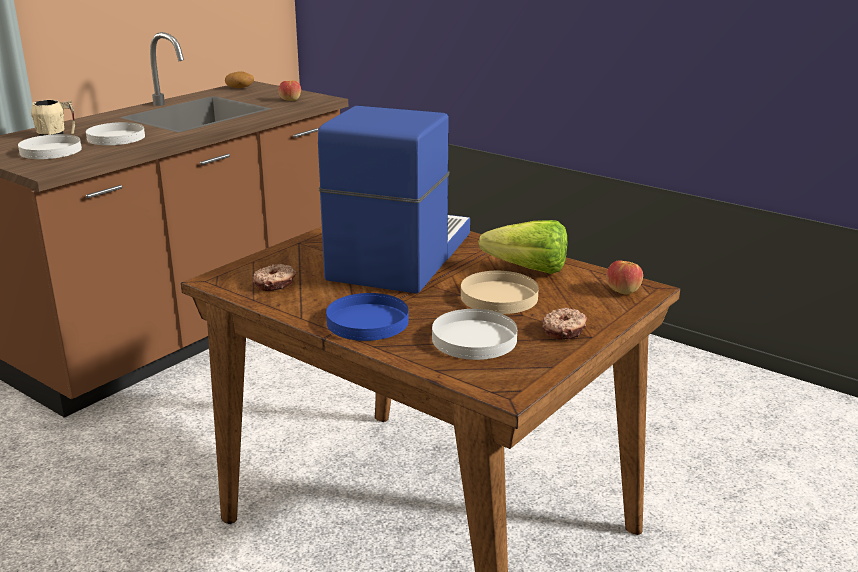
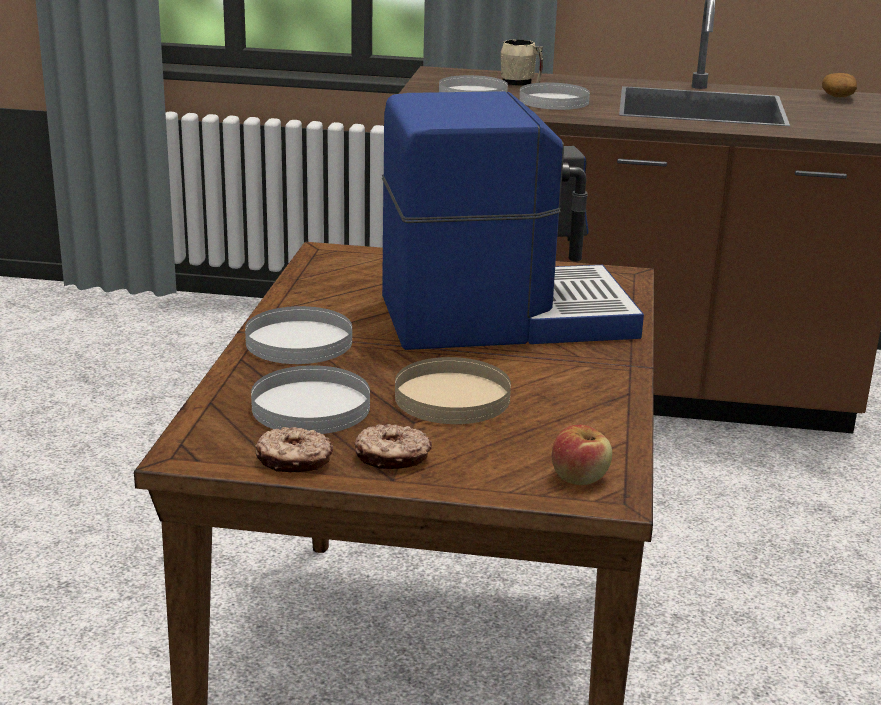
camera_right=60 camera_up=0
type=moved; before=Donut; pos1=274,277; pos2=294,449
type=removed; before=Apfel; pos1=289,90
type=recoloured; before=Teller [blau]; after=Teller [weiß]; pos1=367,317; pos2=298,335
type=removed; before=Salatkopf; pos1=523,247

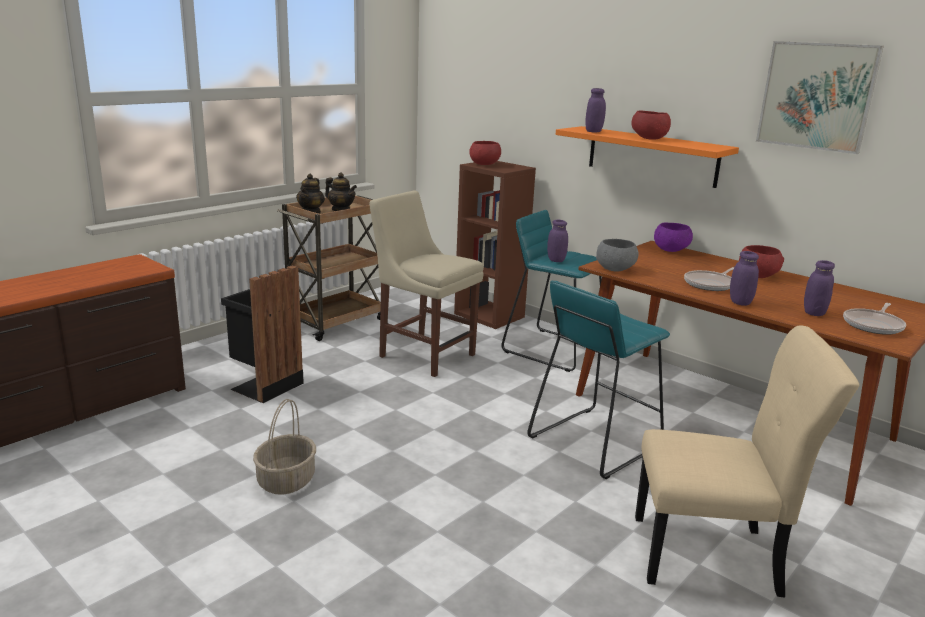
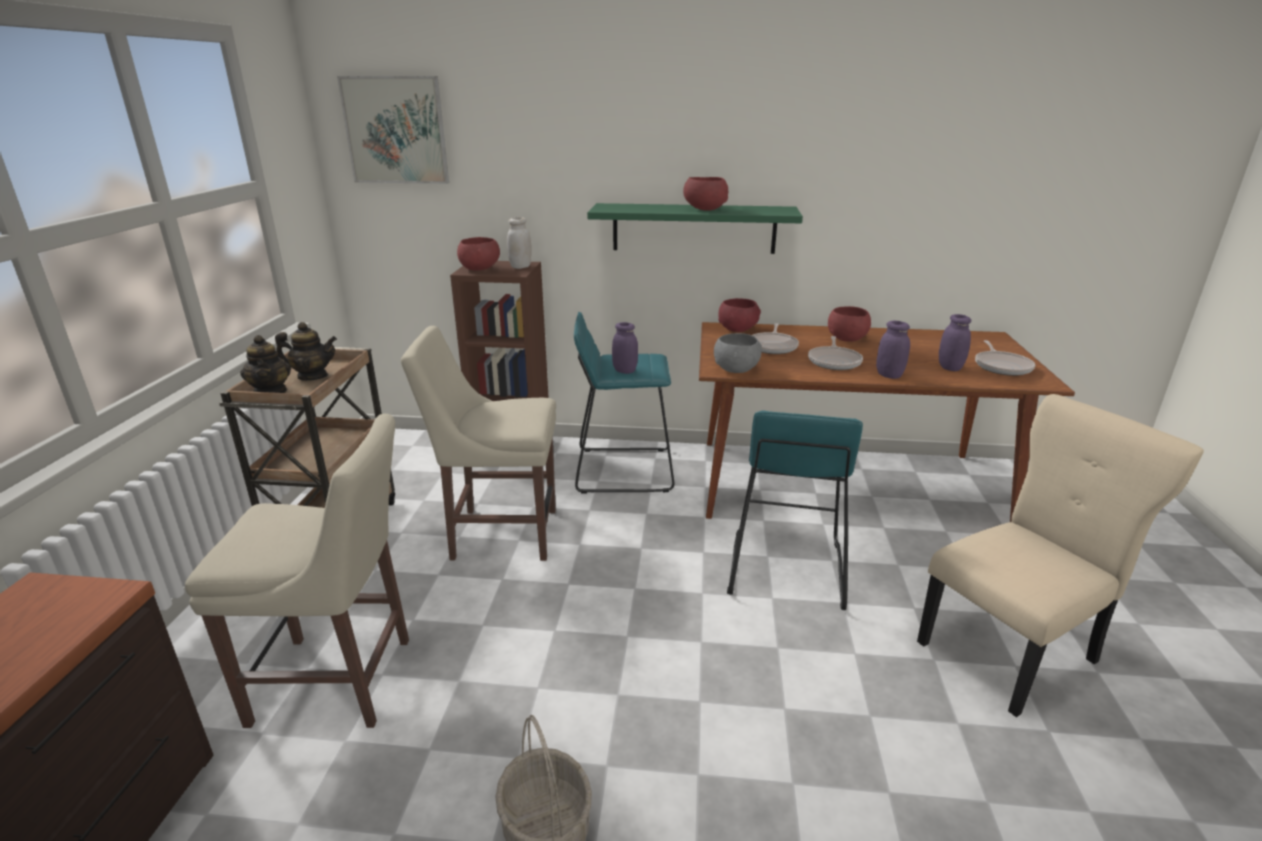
camera_right=-35 camera_up=5
type=replaced; before=Mülleimer [schwarz]; after=Stuhl [beige]; pos1=262,334; pos2=297,571
type=recoloured; before=Wandregal [orange]; after=Wandregal [grün]; pos1=647,157; pos2=695,228
type=removed; before=Vorratsglas [lila]; pos1=596,110
type=recoloured; before=Schüssel [lila]; after=Schüssel [rot]; pos1=673,237; pos2=739,315
type=moved; before=Bild; pos1=820,97; pos2=393,130
type=added; after=Vorratsglas [weiß]; pos2=519,243
type=added; after=Pfanne; pos2=775,338

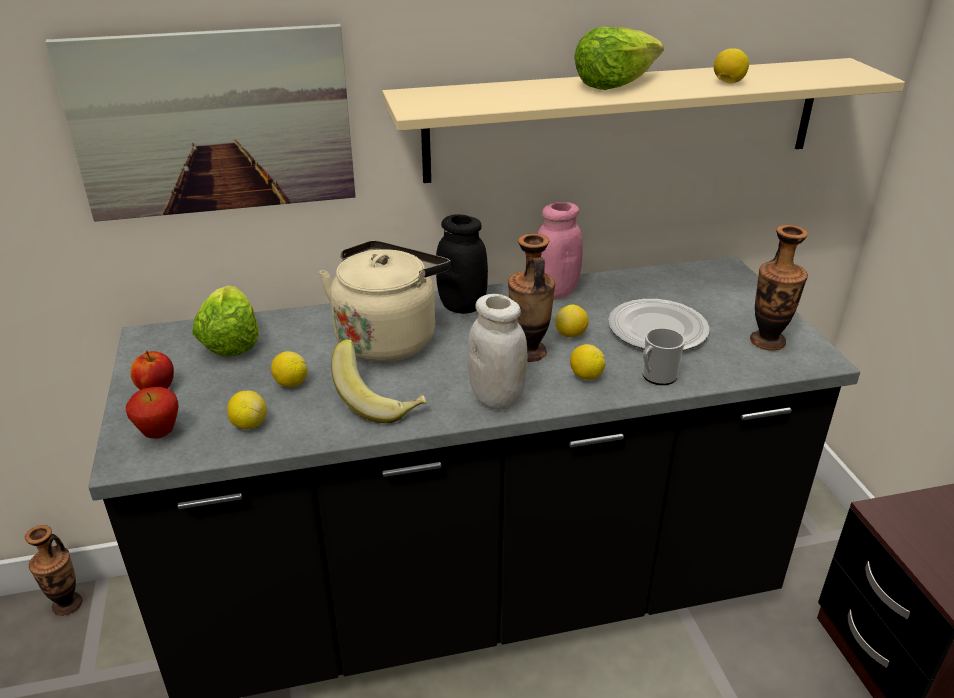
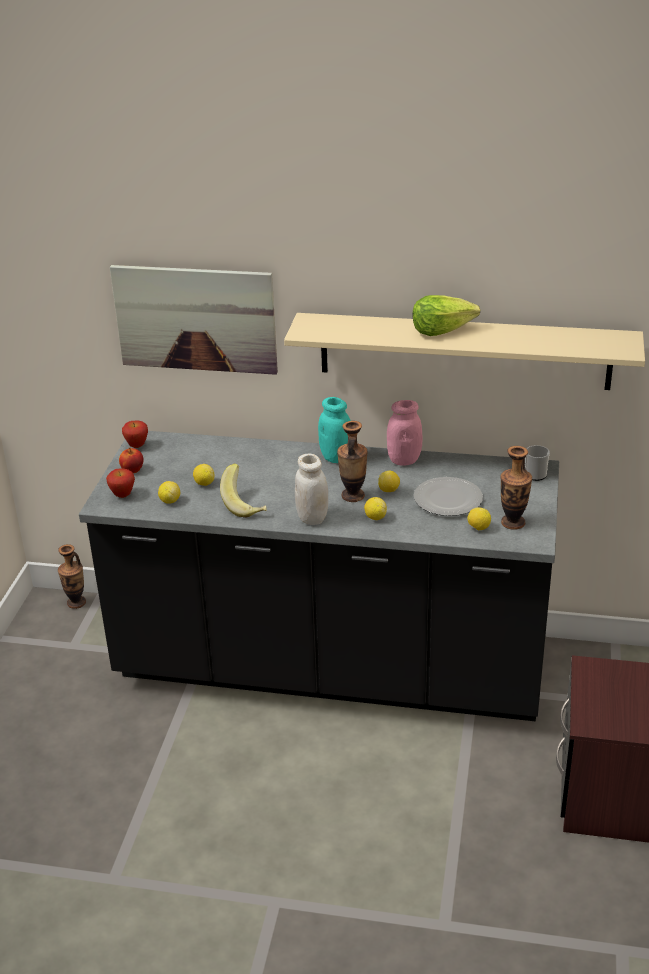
camera_right=25 camera_up=0
type=removed; before=Salatkopf; pos1=225,321
type=removed; before=Wasserkessel [beige]; pos1=385,301
type=recoloured; before=Vorratsglas [schwarz]; after=Vorratsglas [türkis]; pos1=462,264; pos2=334,430
type=moved; before=Henkelbecher; pos1=663,356; pos2=537,463
type=moved; before=Zitrone; pos1=731,66; pos2=479,518
type=added; after=Apfel; pos2=135,434

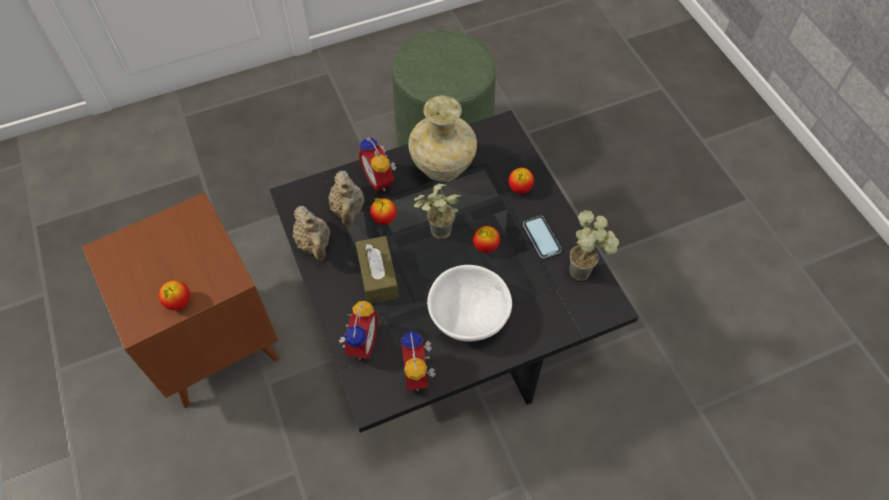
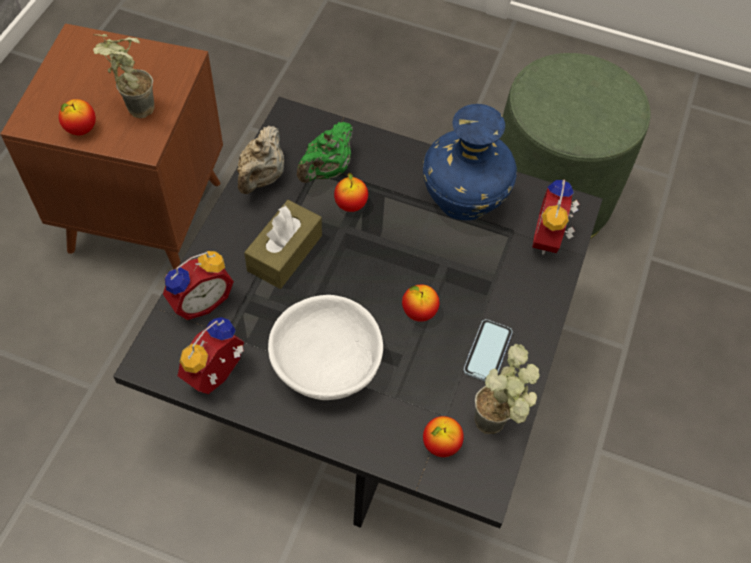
camera_right=40 camera_up=0
type=recoloured; before=Teekanne [beige]; after=Teekanne [grün]; pos1=346,198; pos2=325,152
type=moved; before=Wecker; pos1=377,164; pos2=556,217
type=recoloured; before=Vase [beige]; after=Vase [blau]; pos1=442,138; pos2=470,162
type=moved; before=Topfpflanze; pos1=437,211; pos2=123,76
type=moved; before=Apfel; pos1=521,181; pos2=443,436

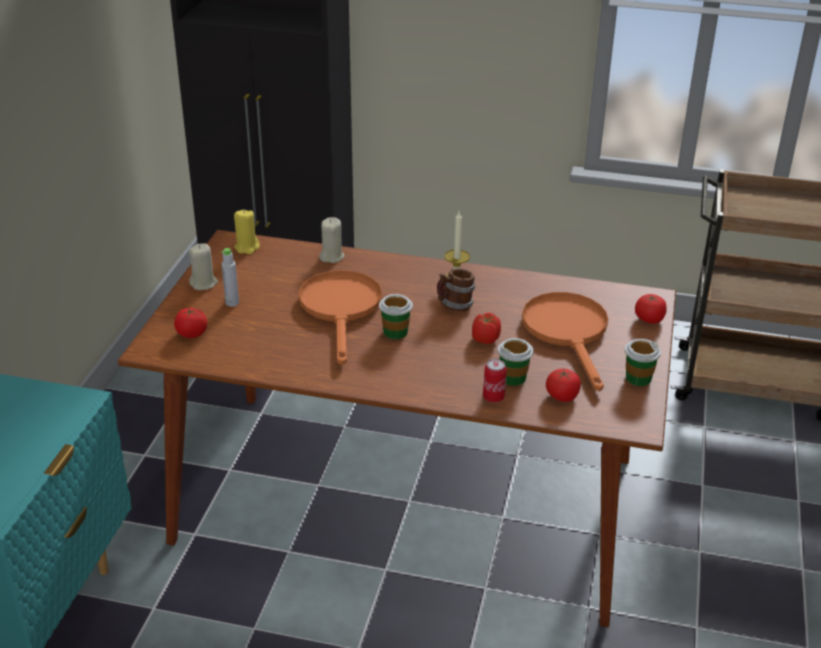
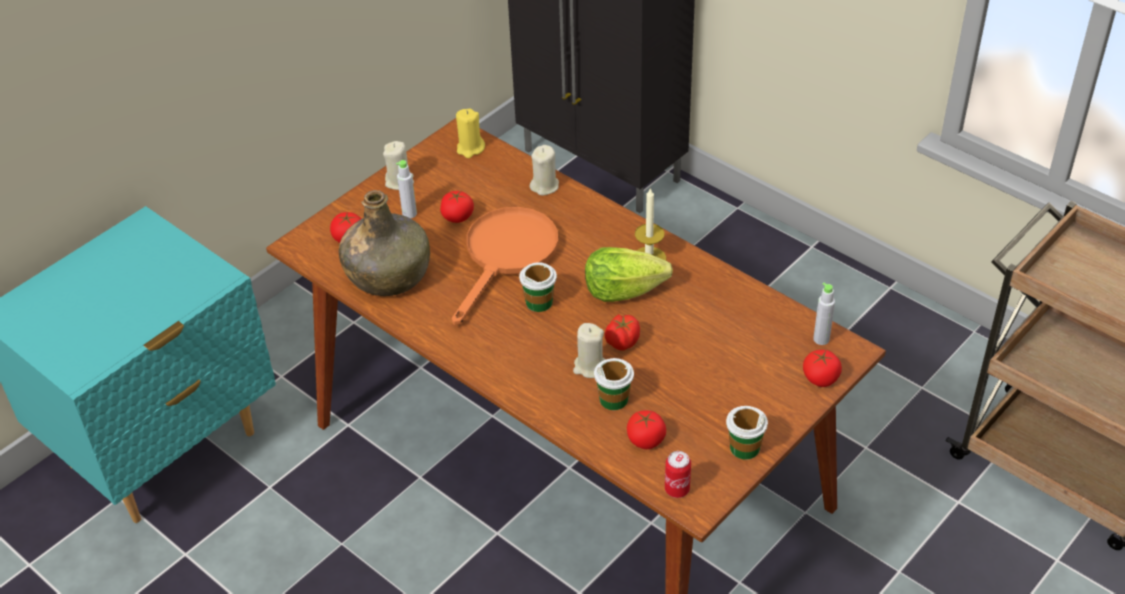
camera_right=30 camera_up=10
type=replaced; before=Henkelbecher; after=Salatkopf; pos1=456,290; pos2=629,274
type=moved; before=Dose; pos1=495,381; pos2=678,474
type=removed; before=Pfanne [orange]; pos1=565,341
type=added; after=Flasche [grün]; pos2=384,243
type=added; after=Tomate; pos2=457,207
type=added; after=Kerze [beige]; pos2=589,350
type=added; after=Flasche [grau]; pos2=824,313

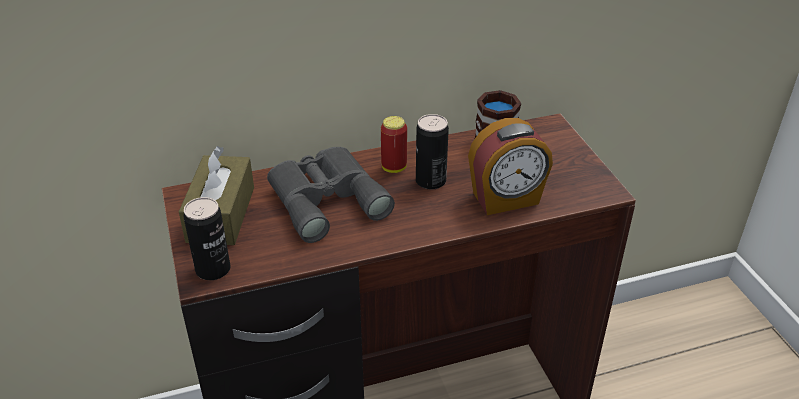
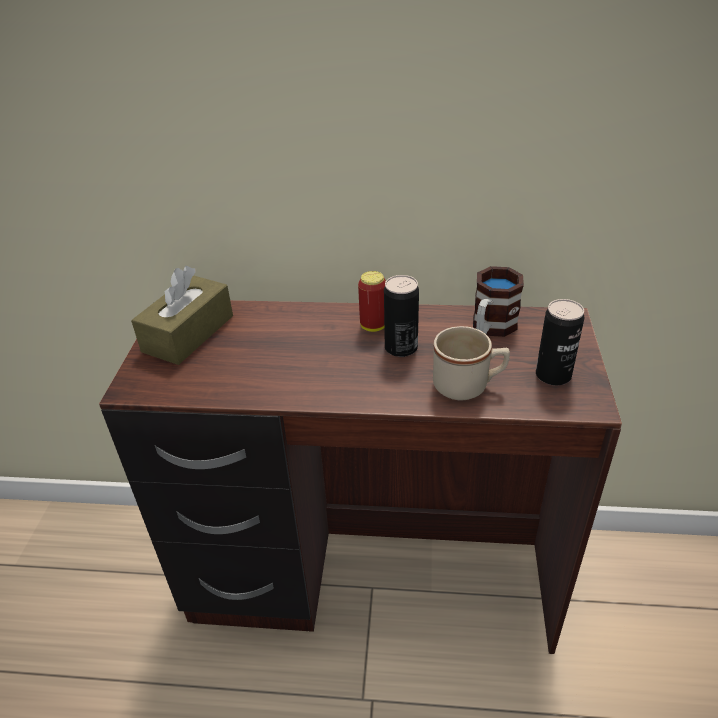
camera_right=25 camera_up=0
type=moved; before=Dose; pos1=207,238; pos2=560,342
type=removed; before=Fernglas [grau]; pos1=331,195
type=replaced; before=Wecker; after=Henkelbecher [beige]; pos1=510,166; pos2=471,363

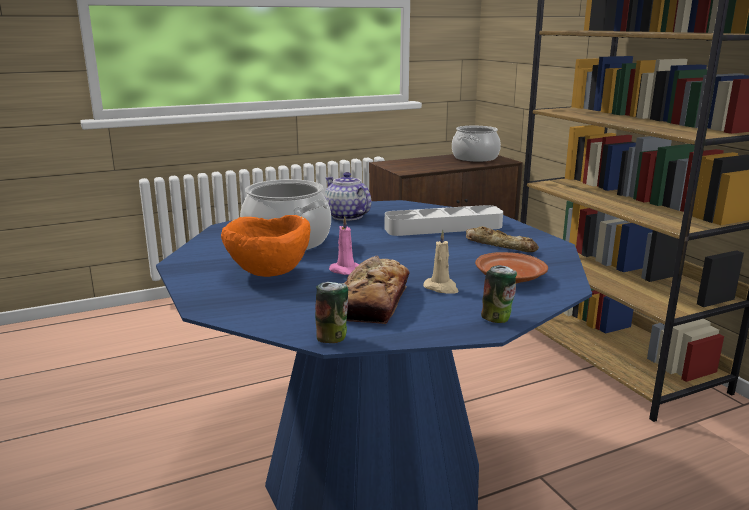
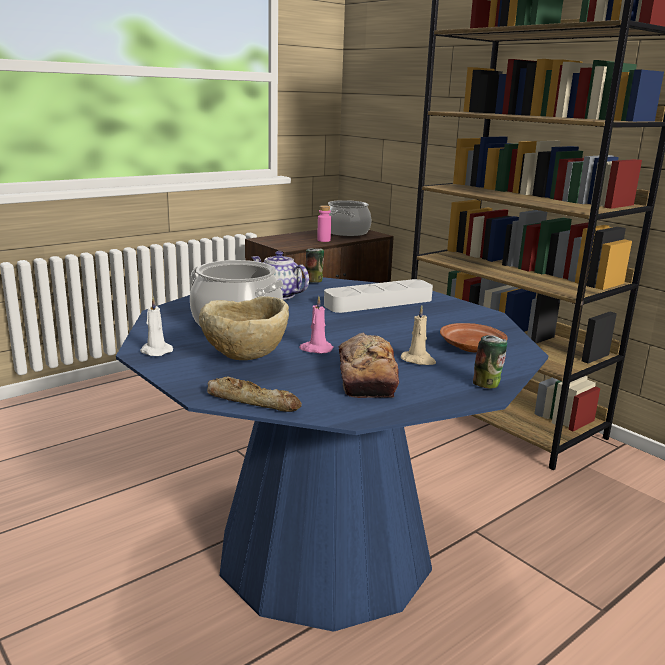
camera_right=-15 camera_up=0
type=recoloured; before=Schüssel [orange]; after=Schüssel [beige]; pos1=265,246; pos2=244,328
type=moved; before=Dose; pos1=331,312; pos2=314,265
type=moved; before=Brot; pos1=502,239; pos2=254,394
type=added; after=Kerze [weiß]; pos2=156,326
type=added; after=Flasche [rosa]; pos2=324,223

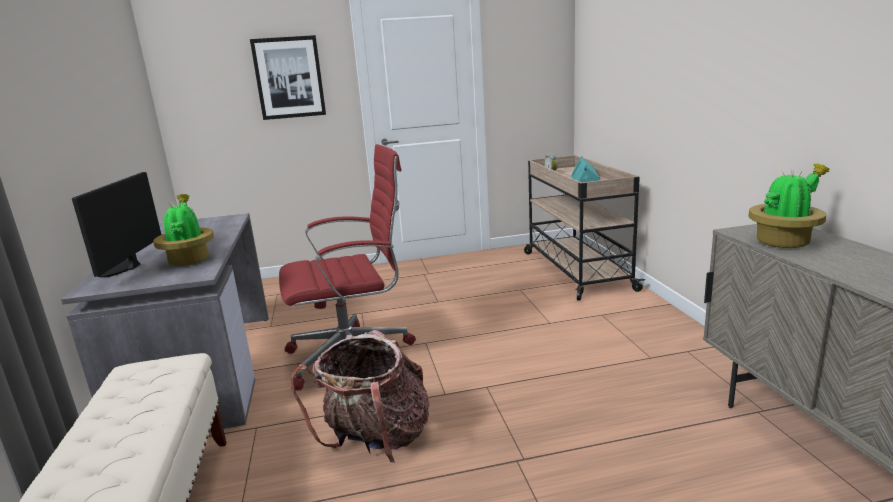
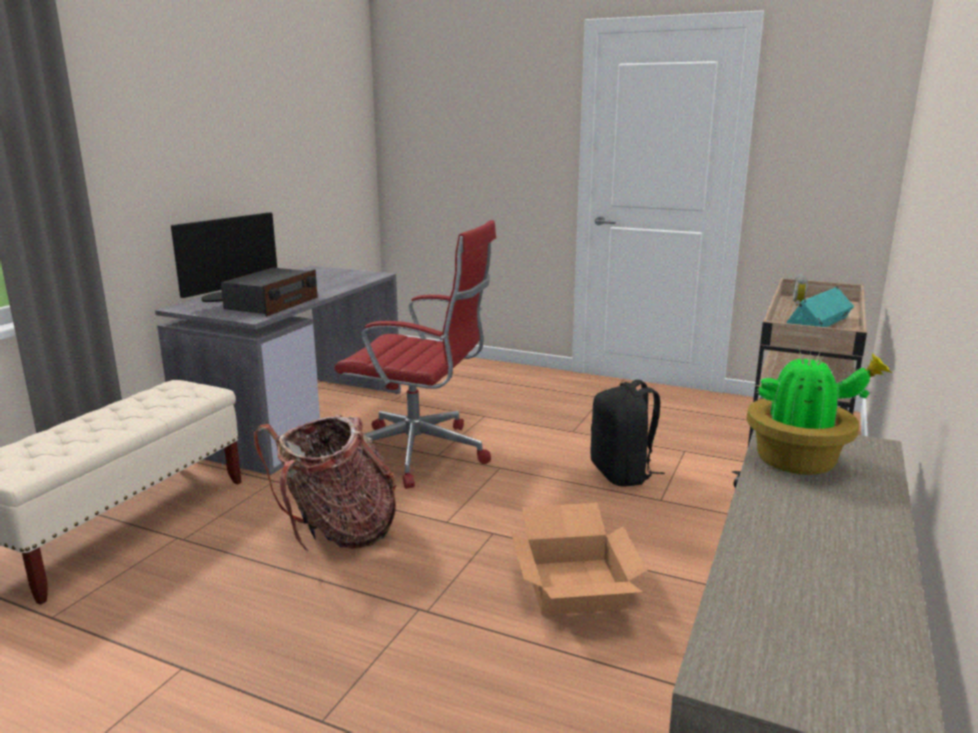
camera_right=35 camera_up=0
type=replaced; before=Topfpflanze; after=Radio; pos1=183,230; pos2=269,292
type=removed; before=Bild; pos1=288,77
type=added; after=Karton; pos2=579,559
type=added; after=Rucksack [schwarz]; pos2=628,433

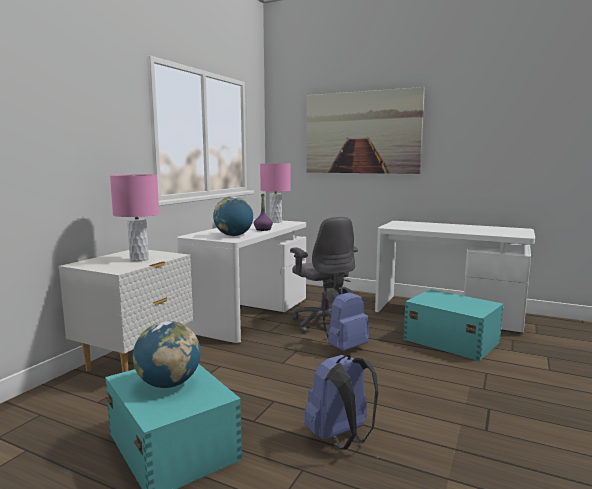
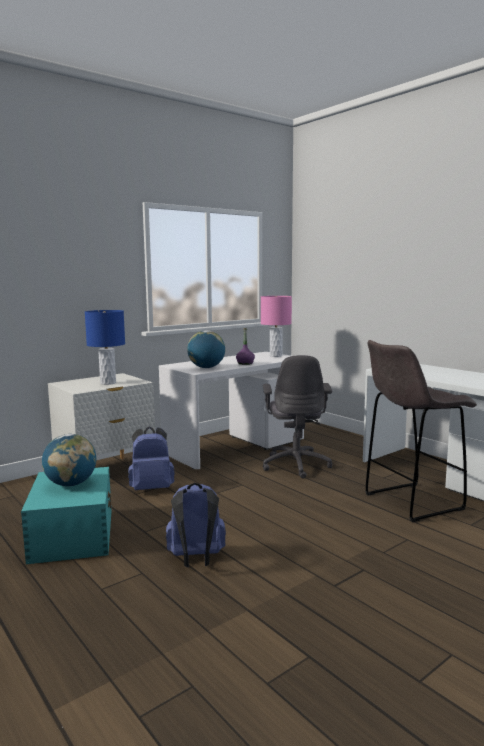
camera_right=25 camera_up=0
type=recoloured; before=Tischlampe [rosa]; after=Tischlampe [blau]; pos1=134,217; pos2=105,347
type=removed; before=Bild; pos1=365,130
type=moved; before=Rucksack [blau]; pos1=345,319; pos2=151,458
type=replaced; before=Aufbewahrungsbox [türkis]; after=Hocker [grau]; pos1=453,325; pos2=421,431

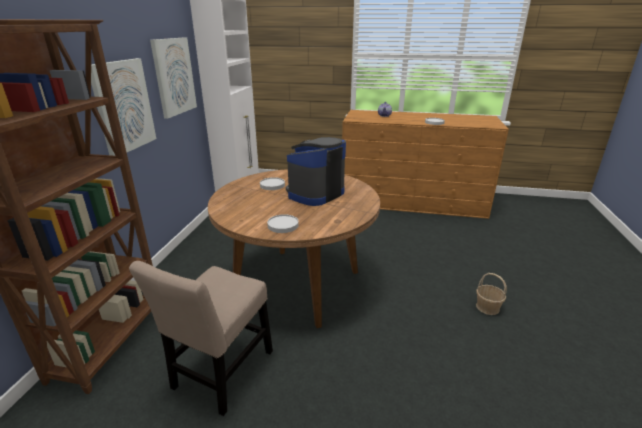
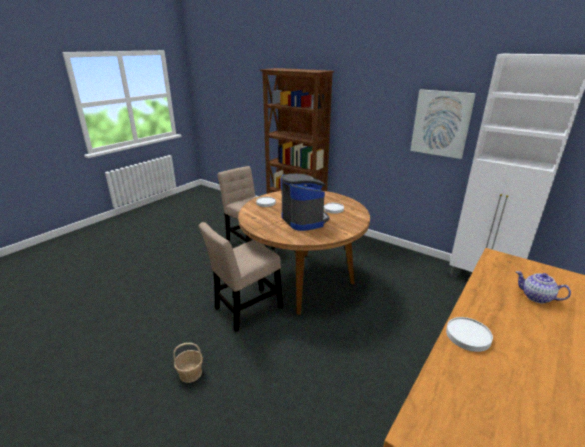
camera_right=115 camera_up=0
type=removed; before=Bild; pos1=123,107
type=added; after=Stuhl [beige]; pos2=241,277

